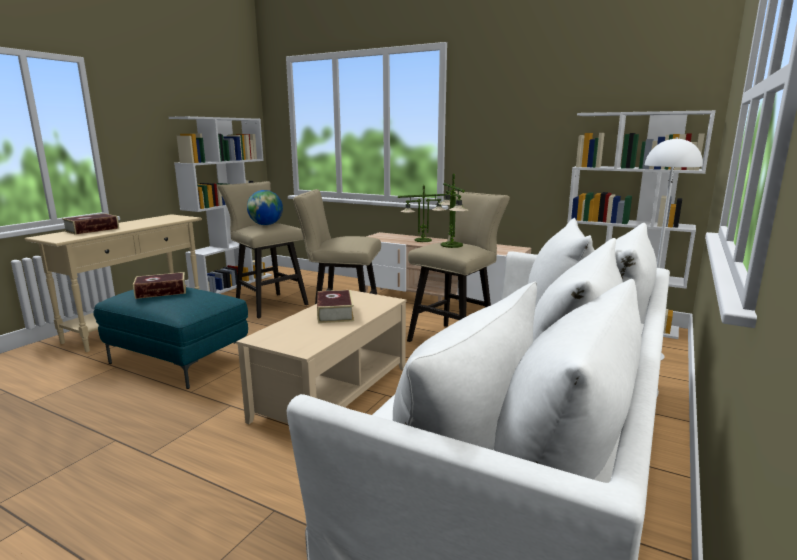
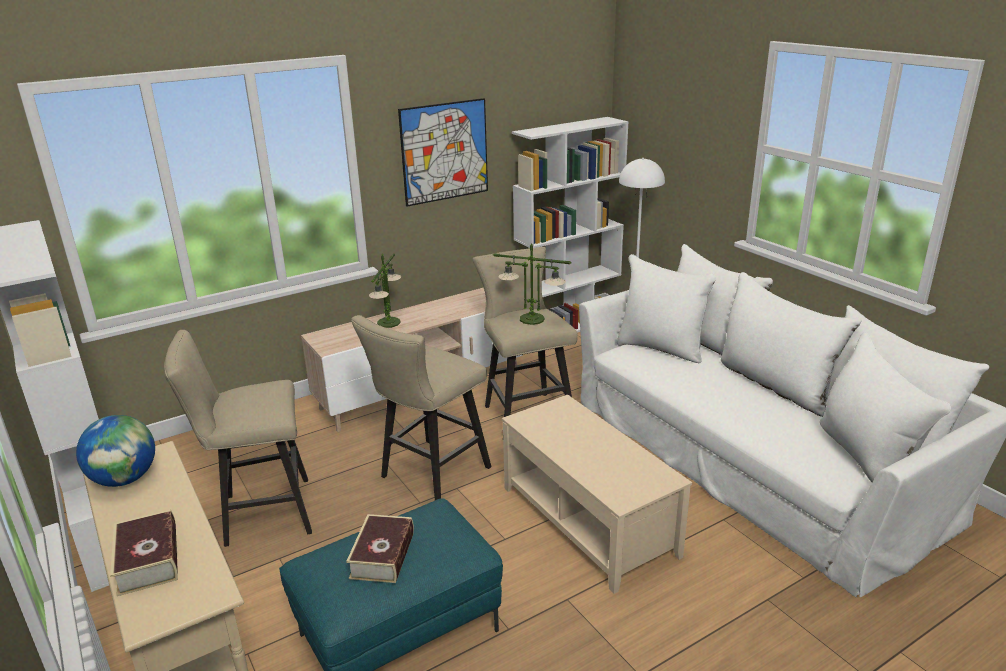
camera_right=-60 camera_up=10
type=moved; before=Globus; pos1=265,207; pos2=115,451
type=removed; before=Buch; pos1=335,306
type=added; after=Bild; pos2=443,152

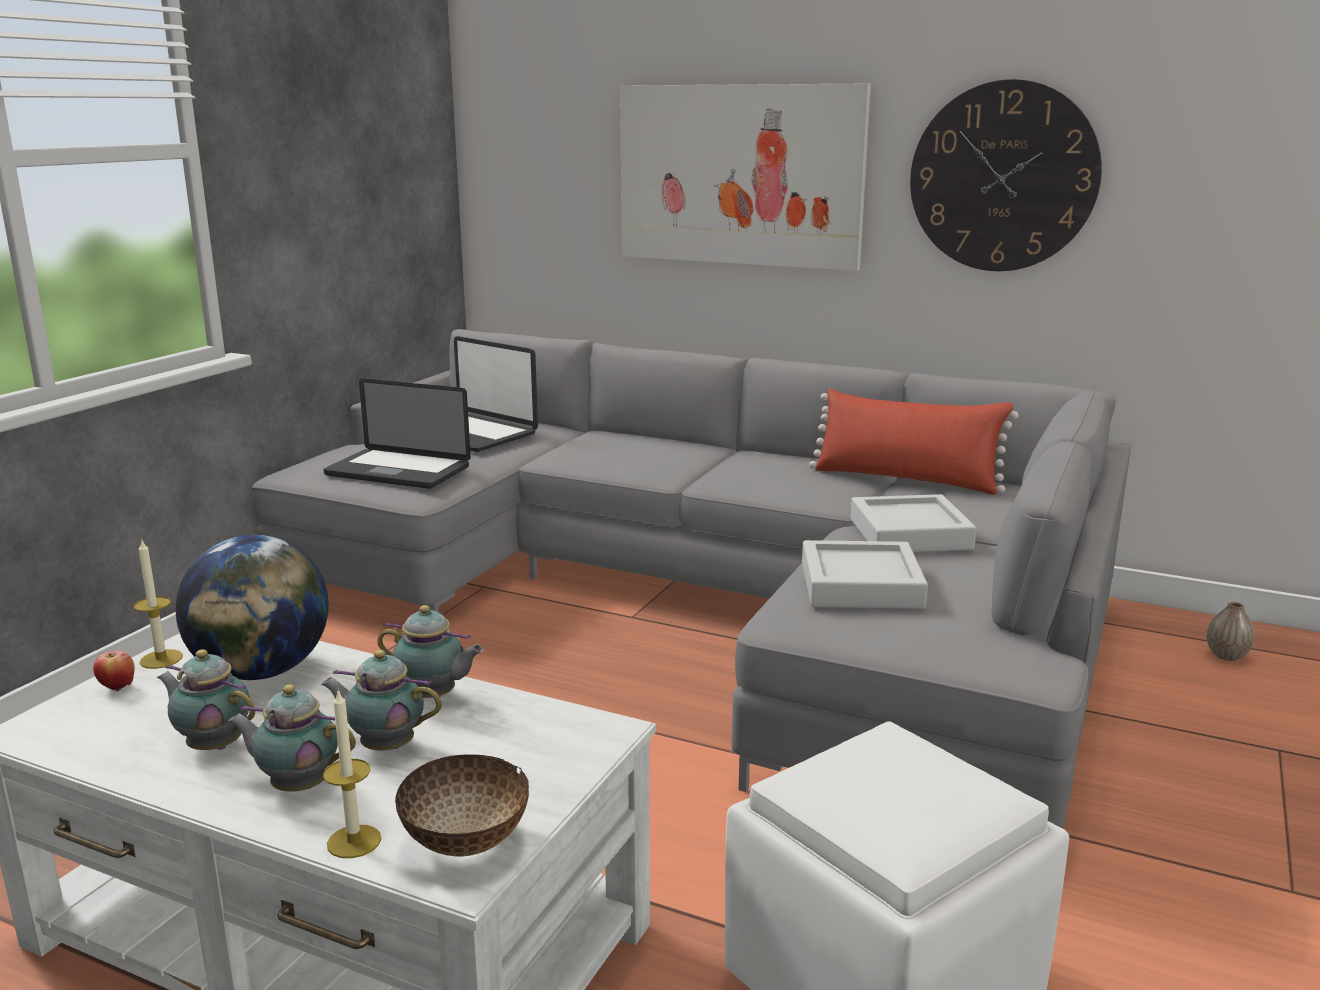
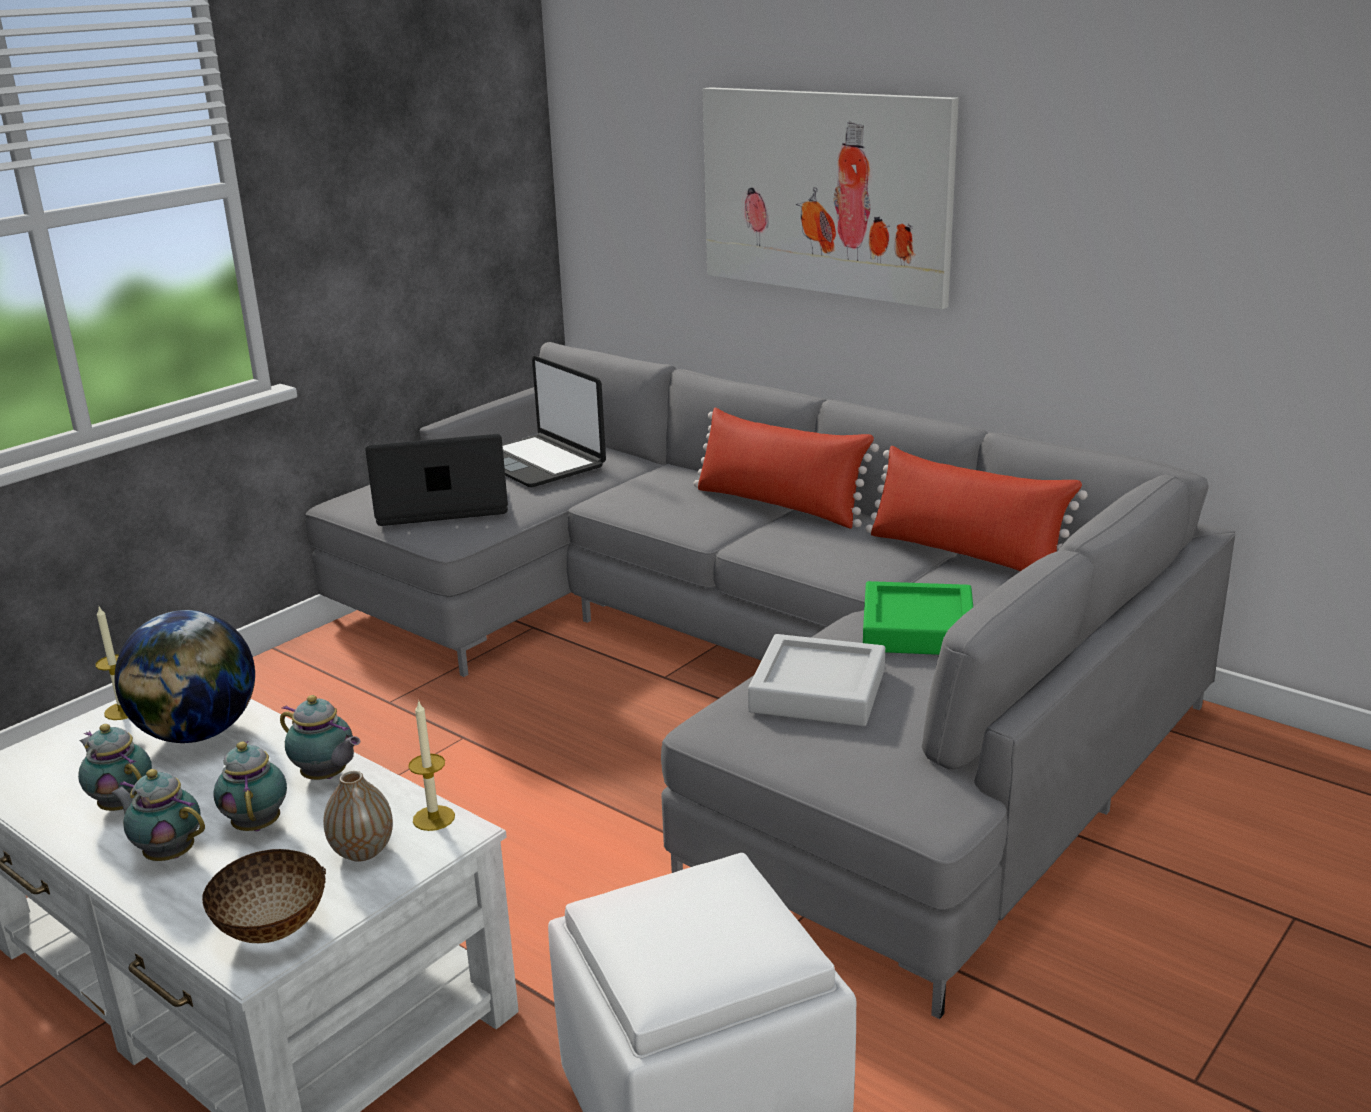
camera_right=15 camera_up=5
type=removed; before=Apfel; pos1=114,671
type=turned; before=Teekanne; pos1=381,700; pos2=250,786; turn=45
type=turned; before=Laptop; pos1=397,434; pos2=436,480; turn=135
type=moved; before=Kerze; pos1=352,773; pos2=431,765
type=recoloured; before=Tablett [grau]; after=Tablett [grün]; pos1=913,523; pos2=918,618
type=removed; before=Wanduhr; pos1=1006,175
type=moved; before=Vase; pos1=1231,631; pos2=358,816
type=added; after=Kissen [rot]; pos2=786,468

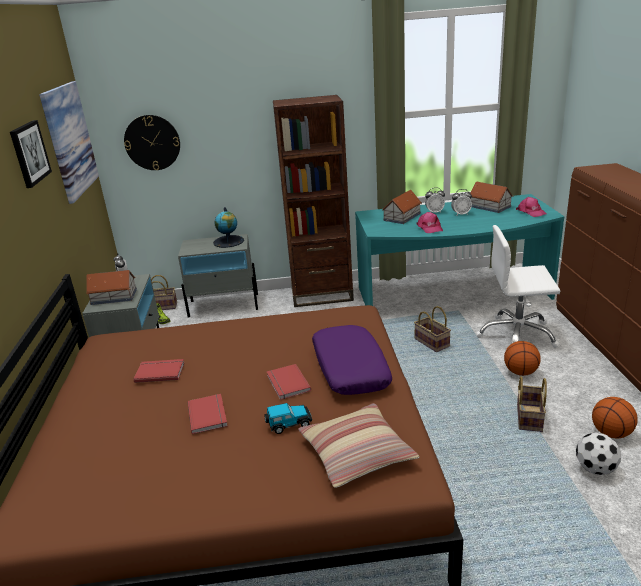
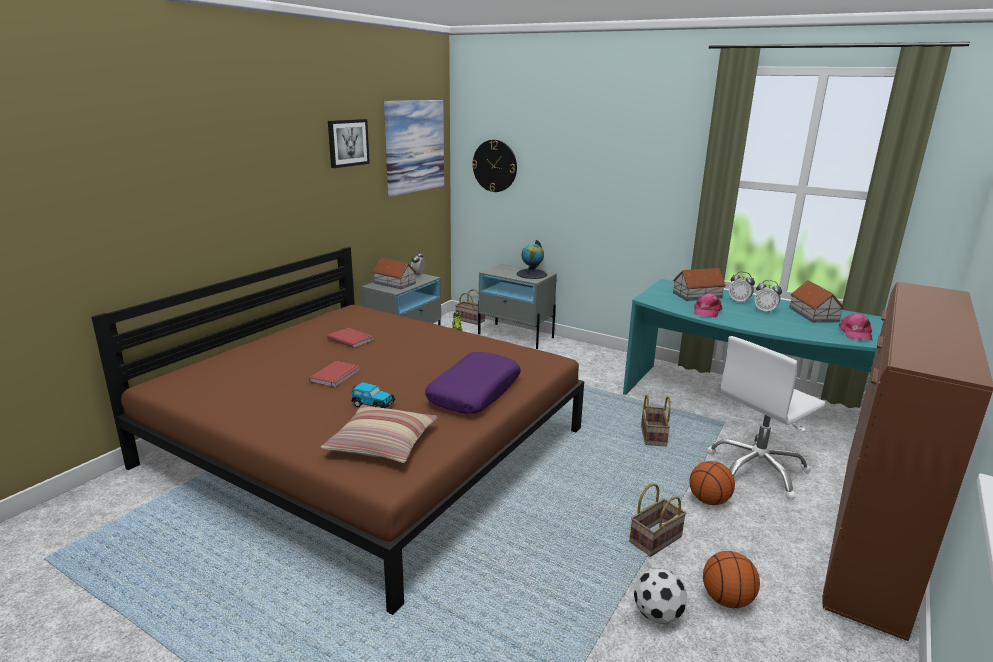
camera_right=35 camera_up=-5
type=removed; before=Buch [rot]; pos1=289,382
type=removed; before=Bücherregal [braun]; pos1=313,201
type=turned; before=Bürostuhl [weiß]; pos1=518,286; pos2=766,417; turn=-75

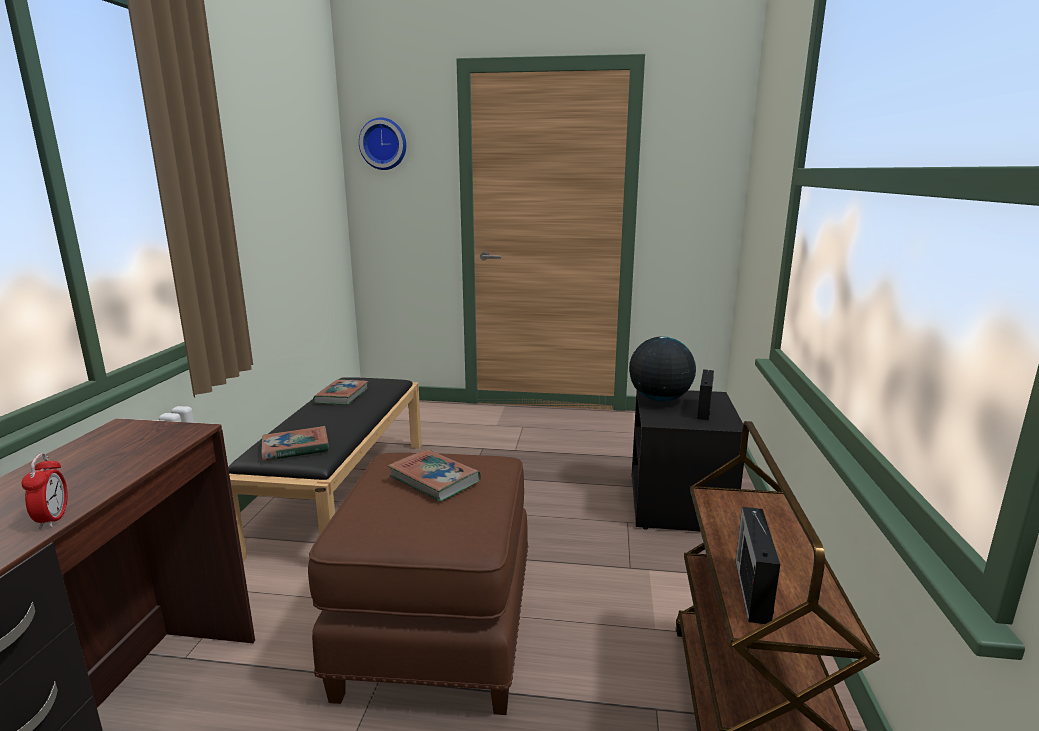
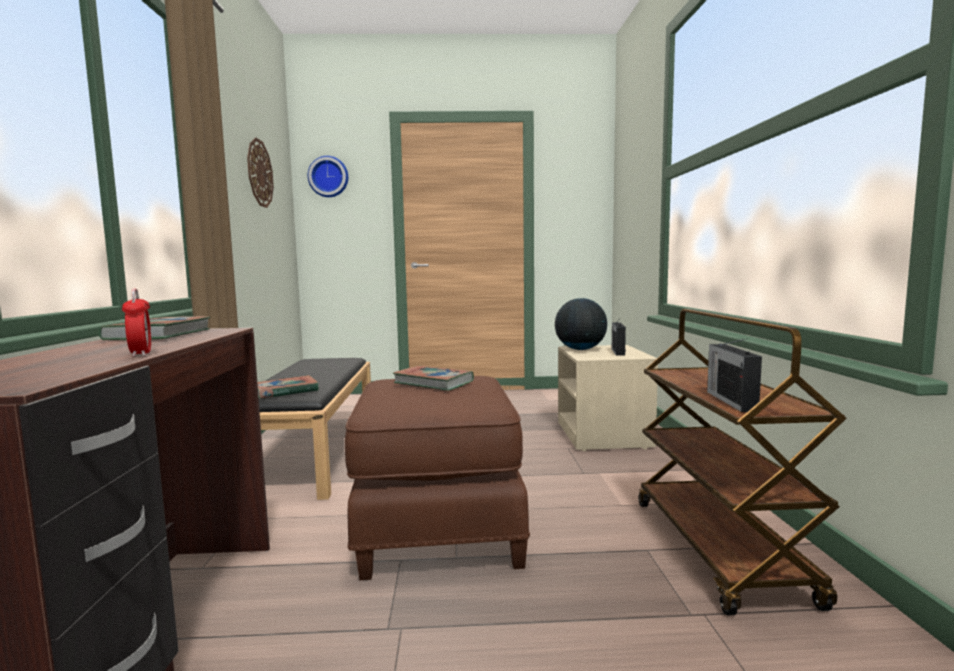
camera_right=-10 camera_up=-10
type=moved; before=Buch; pos1=340,392; pos2=154,328
type=recoloured; before=Nachttisch [schwarz]; after=Nachttisch [beige]; pos1=688,461; pos2=608,398
type=added; after=Wanduhr; pos2=260,172

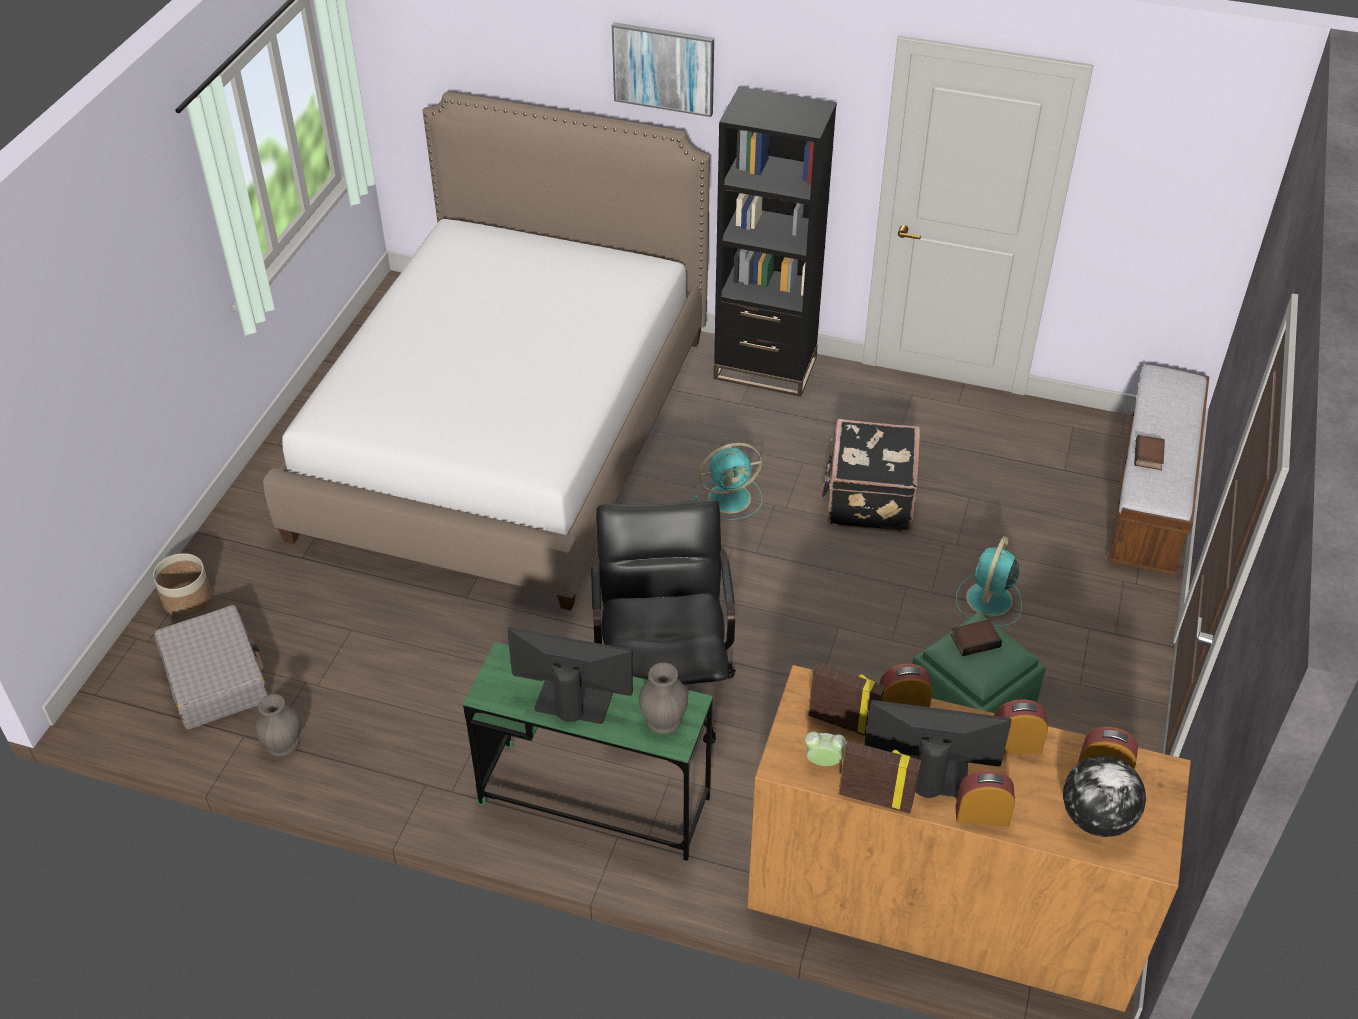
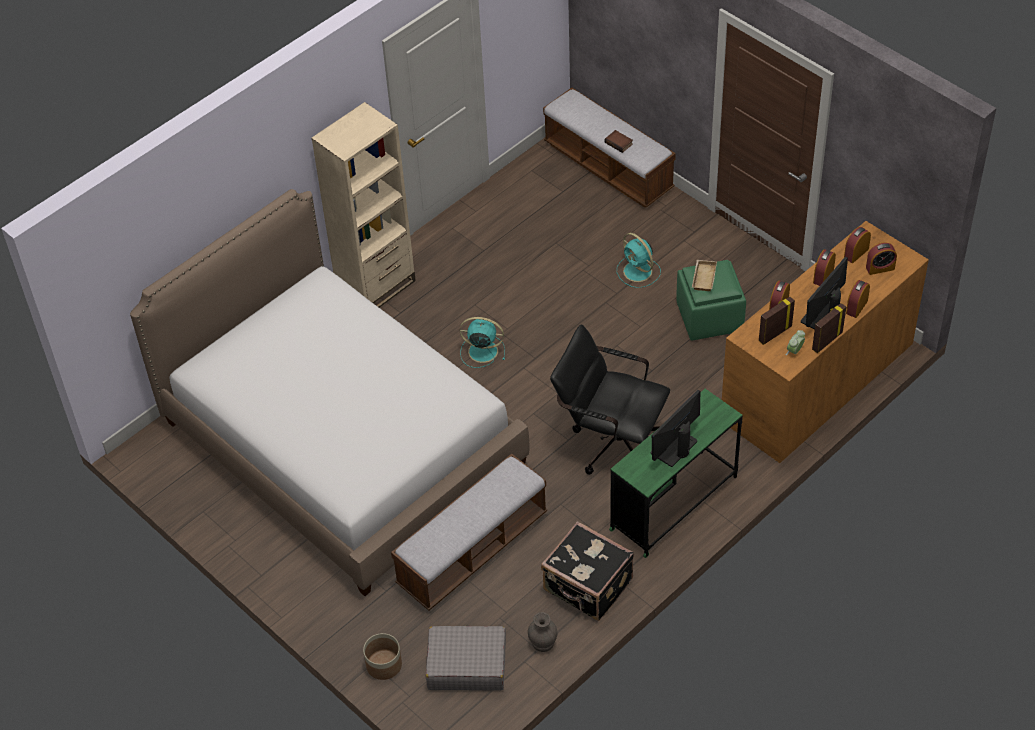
camera_right=-60 camera_up=5
type=removed; before=Bild; pos1=663,69
type=removed; before=Vase [grau]; pos1=663,698
type=turned; before=Ventilator [türkis]; pos1=728,481; pos2=482,342; turn=-90
type=recoloured; before=Bücherregal [schwarz]; after=Bücherregal [beige]; pos1=775,242; pos2=363,205
type=moved; before=Koffer [schwarz]; pos1=870,476; pos2=587,571
type=replaced; before=Buch; after=Tablett [beige]; pos1=976,637; pos2=704,275
type=replaced; before=Globus; after=Wecker; pos1=1104,796; pos2=881,258
type=added; after=Bank; pos2=469,532

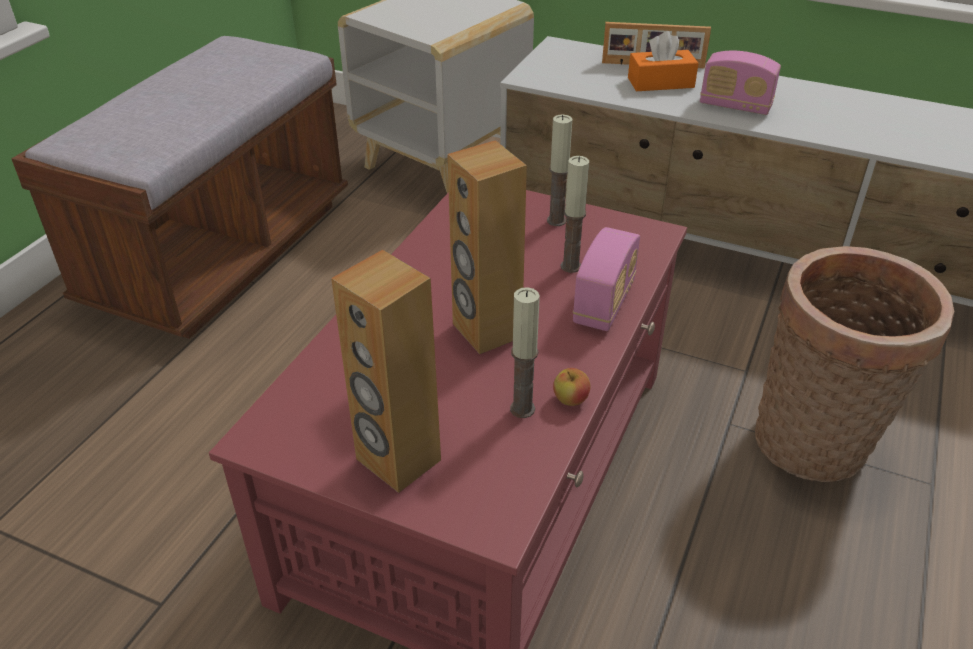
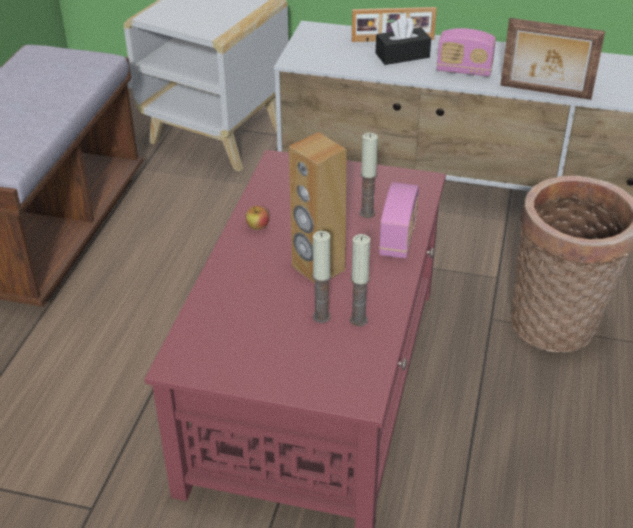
camera_right=-10 camera_up=0
type=removed; before=Lautsprecher [braun]; pos1=386,371
type=moved; before=Kerze; pos1=559,170; pos2=321,277
type=moved; before=Apfel; pos1=571,387; pos2=257,218
type=recoloured; before=Taschentuchbox [orange]; after=Taschentuchbox [schwarz]; pos1=663,61; pos2=403,40
type=added; after=Bilderrahmen; pos2=552,59

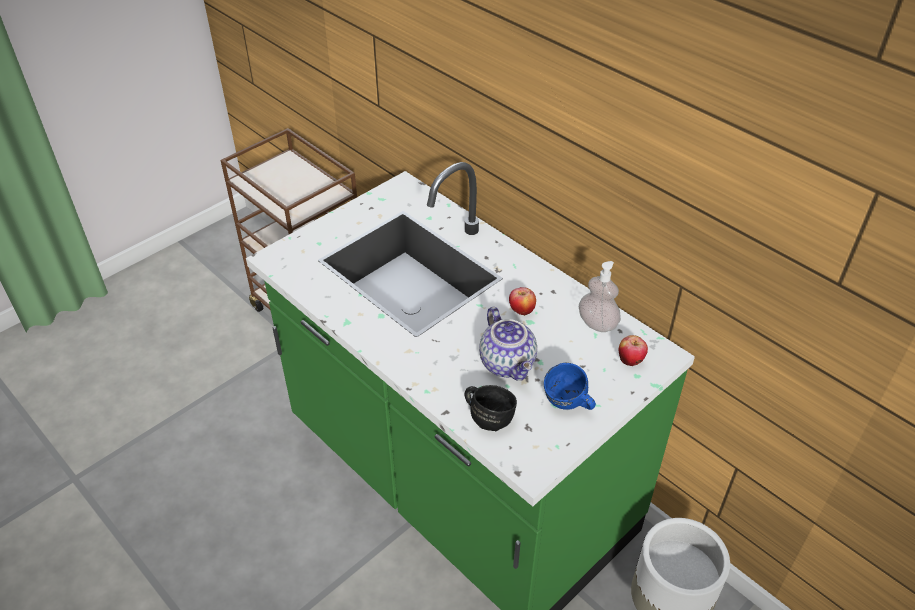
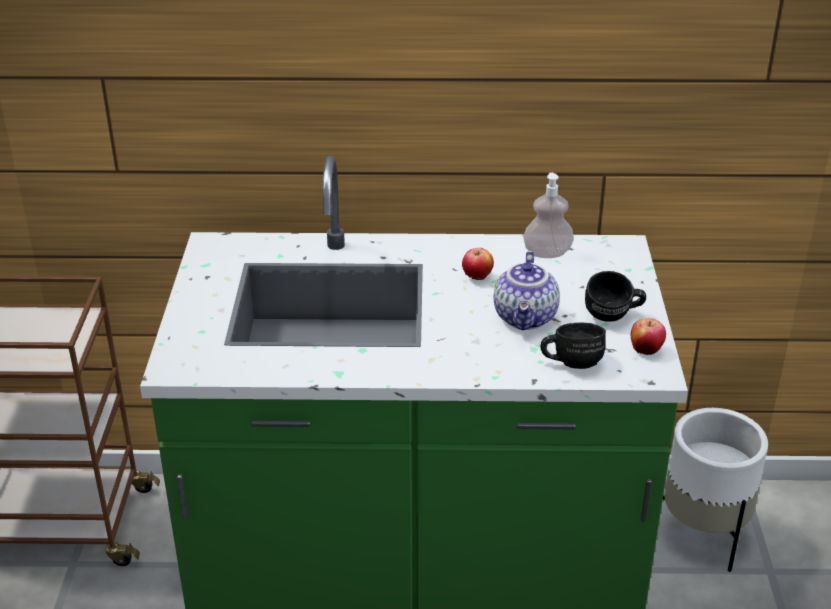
camera_right=-45 camera_up=-10
type=turned; before=Teekanne; pos1=508,344; pos2=527,290; turn=75
type=recoloured; before=Henkelbecher [blau]; after=Henkelbecher [schwarz]; pos1=570,386; pos2=615,296
type=moved; before=Apfel; pos1=633,350; pos2=648,336

